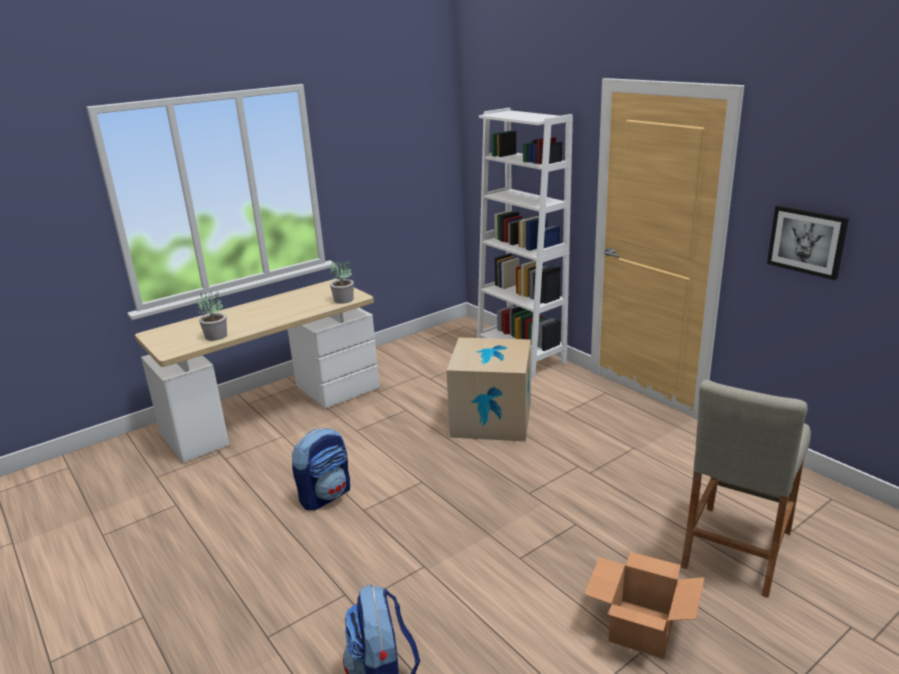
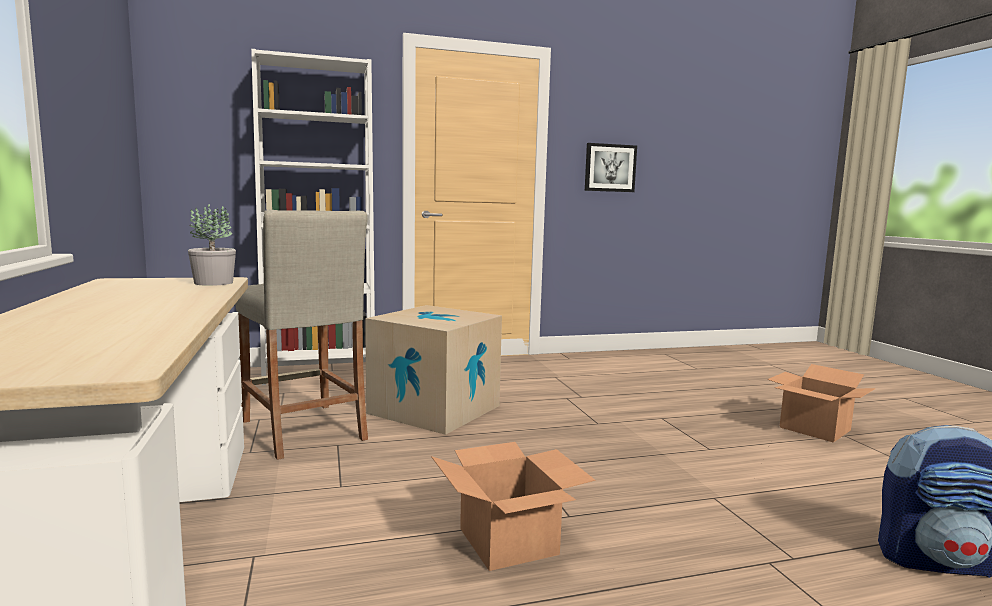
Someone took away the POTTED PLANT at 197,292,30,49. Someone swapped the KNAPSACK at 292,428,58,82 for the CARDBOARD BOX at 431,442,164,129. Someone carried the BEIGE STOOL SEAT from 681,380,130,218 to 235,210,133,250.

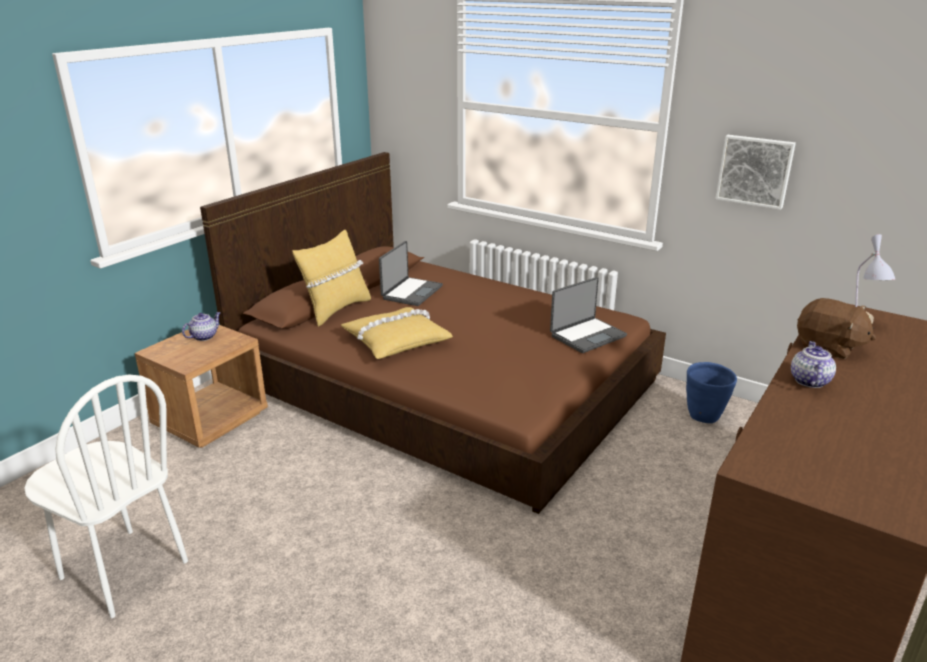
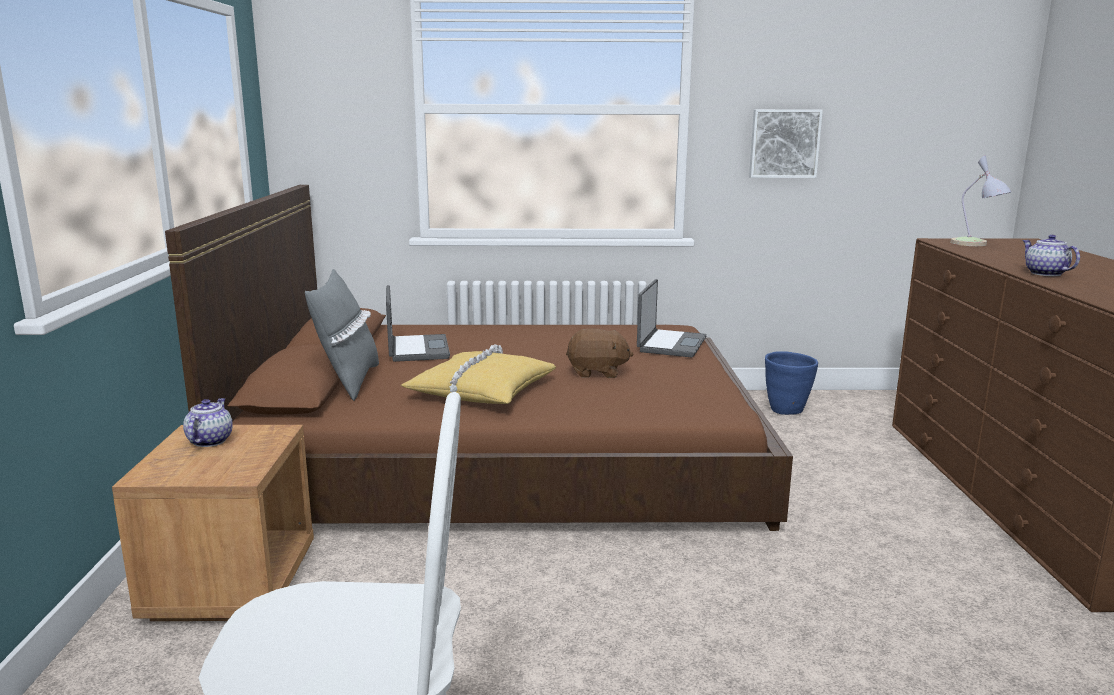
Someone repainted the YELLOW-COLOURED THROW PILLOW at 292,230,79,97, which became the GREY THROW PILLOW at 305,269,74,132. Someone carried the BROWNISH CUDDLY TOY from 797,298,79,61 to 566,329,67,49.

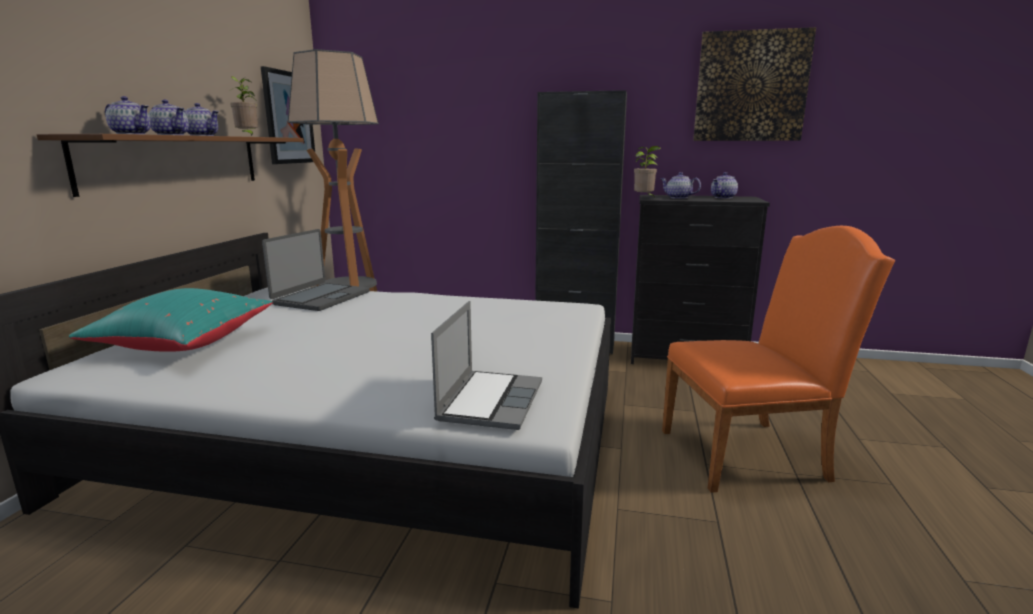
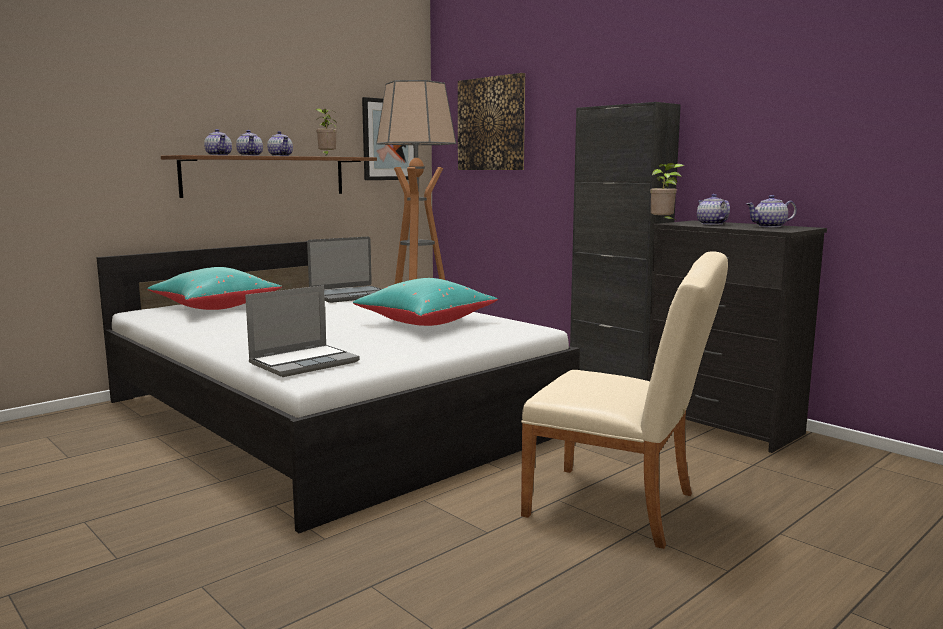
Someone repainted the ORANGEY UPRIGHT CHAIR at 662,226,233,267, which became the BEIGE UPRIGHT CHAIR at 521,251,207,298. Someone carried the WALL PICTURE from 693,27,123,114 to 458,73,67,97. Someone put down the TURQUOISE-COLOURED THROW PILLOW at 353,278,145,48.

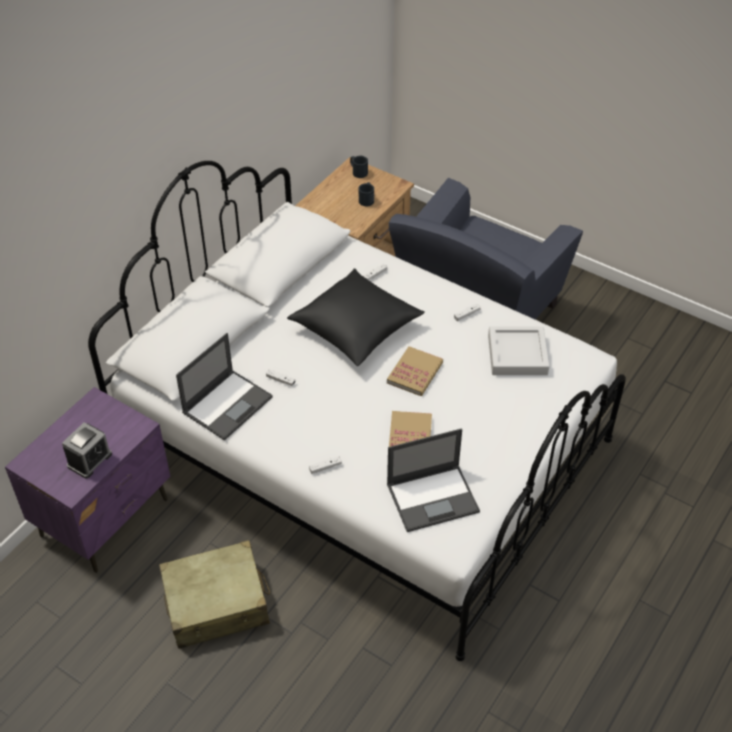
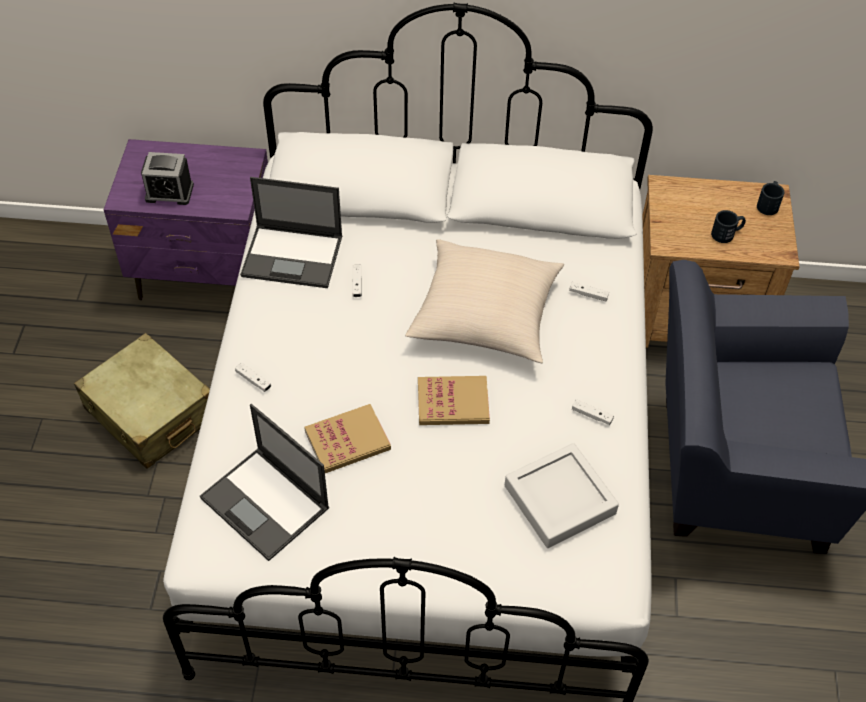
Someone repainted the BLACK-COLOURED THROW PILLOW at 287,268,138,98, which became the BEIGE THROW PILLOW at 405,239,159,124.

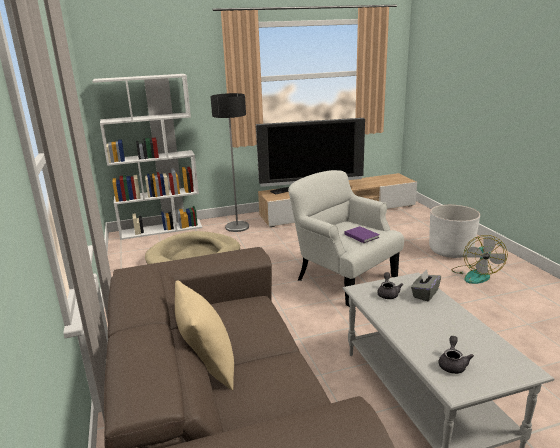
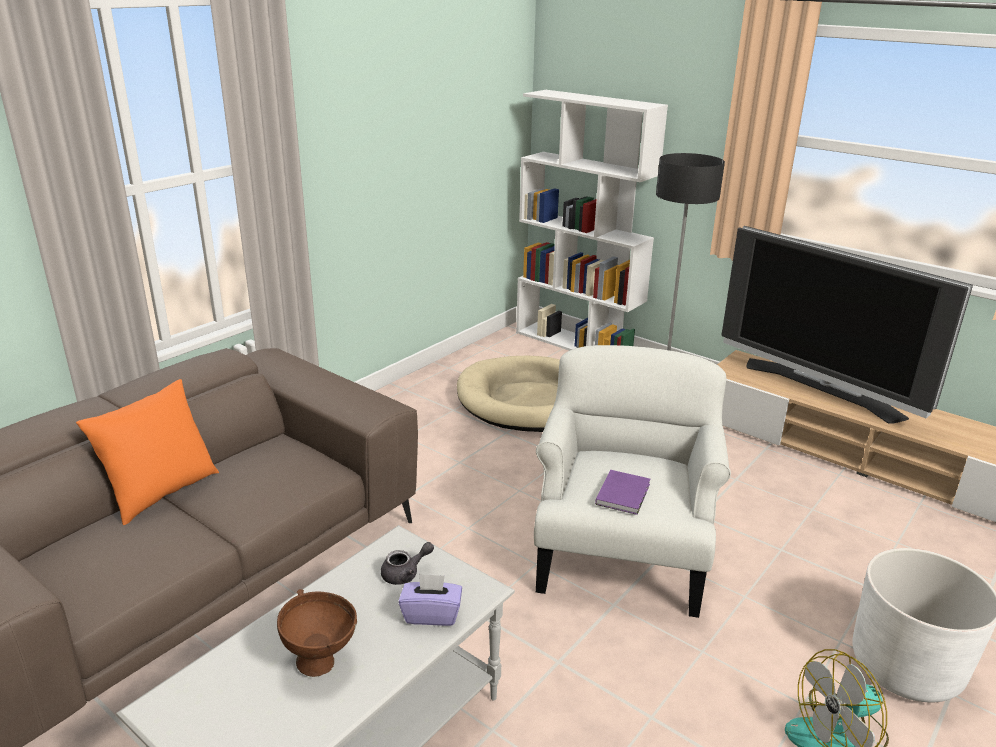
Someone repainted the BEIGE THROW PILLOW at 175,280,59,110, which became the ORANGEY THROW PILLOW at 76,379,143,146. Someone repainted the GREY BOX OF TISSUES at 411,269,30,32, which became the PURPLE-COLOURED BOX OF TISSUES at 398,573,64,53. Someone took away the GREY TEAPOT at 439,336,35,38. Someone put down the BROWNISH SERVING BOWL at 277,589,80,88.

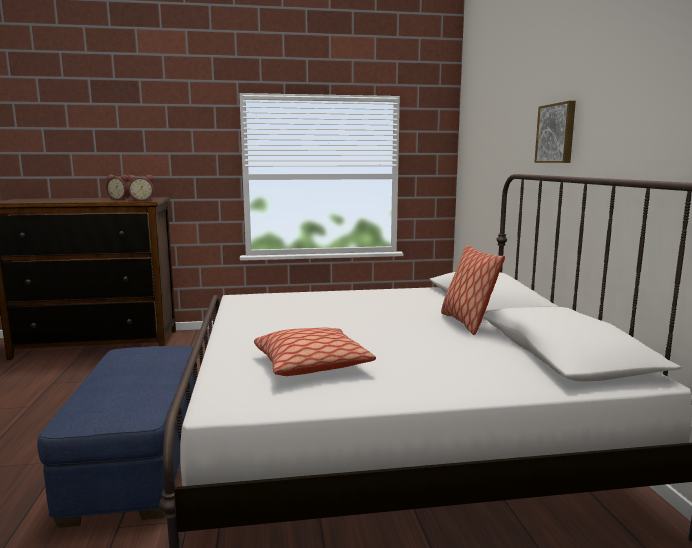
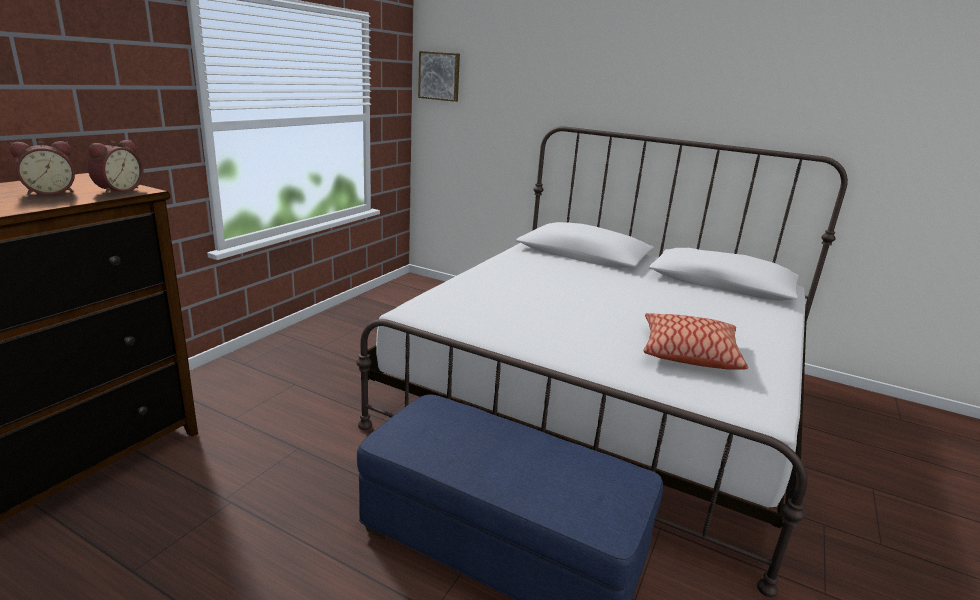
Someone took away the THROW PILLOW at 441,244,64,91. Someone carried the WALL PICTURE from 535,101,41,62 to 418,51,42,51.

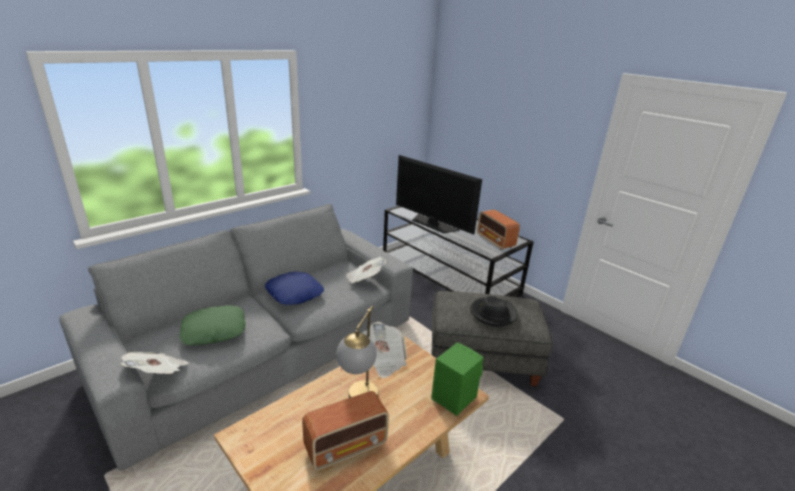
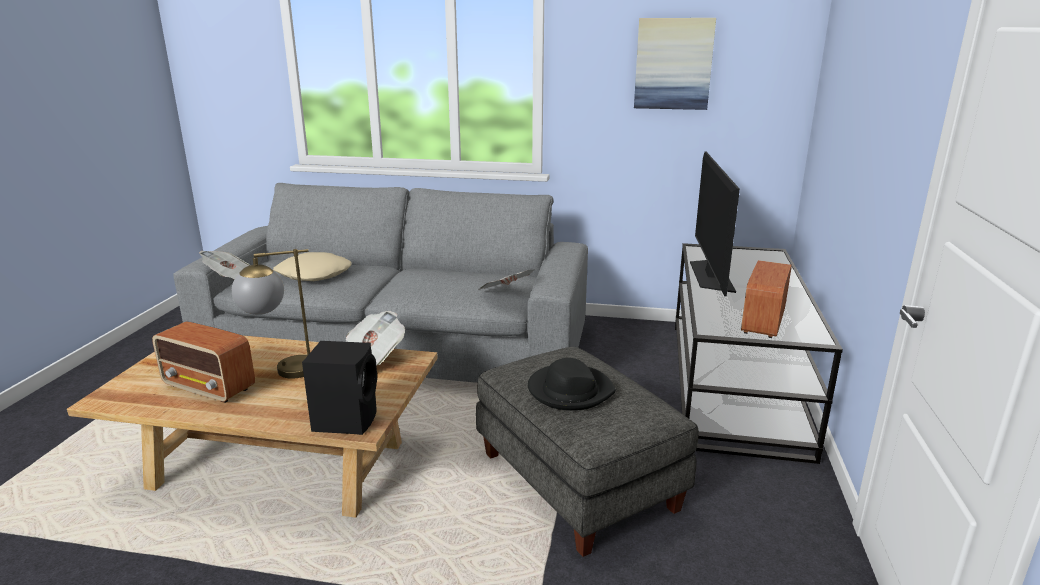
Someone repainted the GREEN-COLOURED THROW PILLOW at 179,305,67,40, which became the BEIGE THROW PILLOW at 273,252,79,29. Someone took away the BLUE-COLOURED THROW PILLOW at 265,272,59,33. Someone repainted the GREEN-COLOURED AUDIO SPEAKER at 431,343,53,73, which became the BLACK-COLOURED AUDIO SPEAKER at 302,341,75,94. Someone put up the WALL PICTURE at 634,18,82,92.

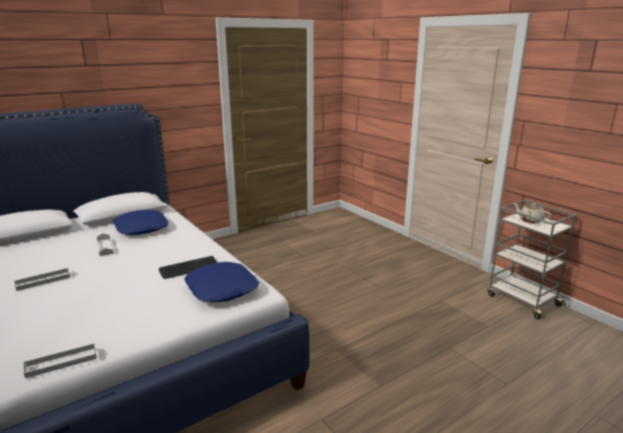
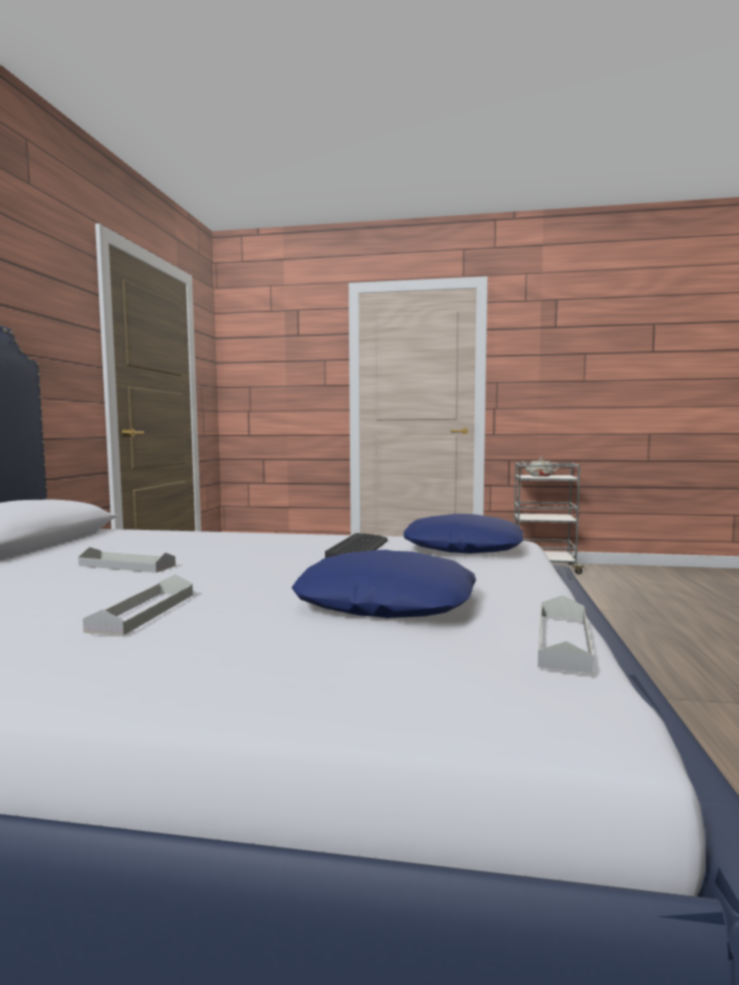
Someone carried the BLUE-COLOURED THROW PILLOW from 113,210,56,25 to 291,550,185,68.

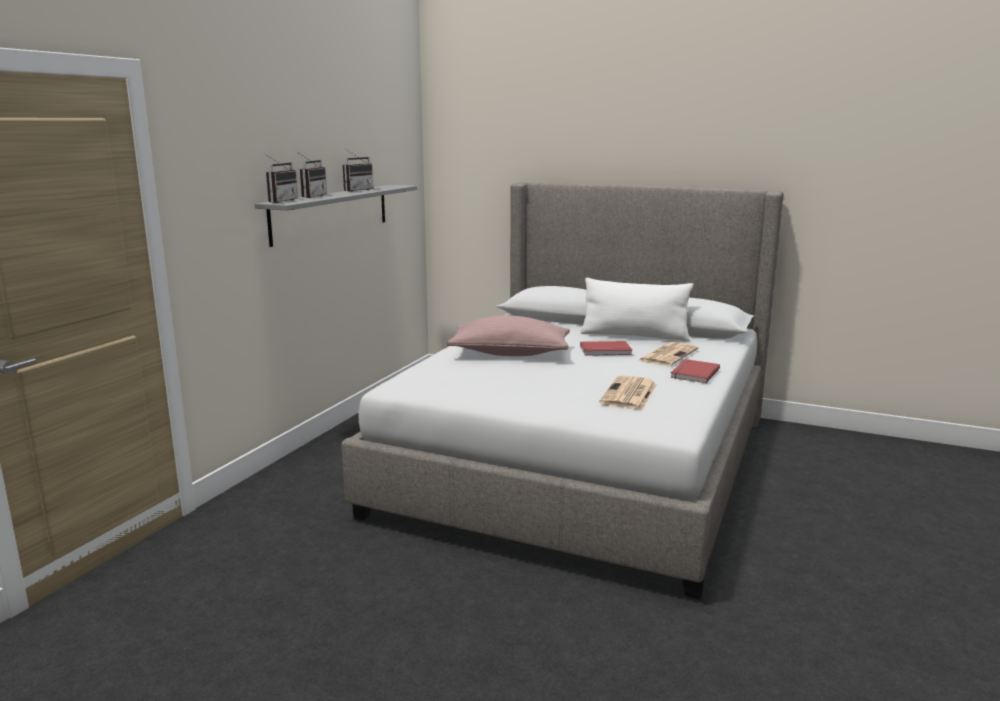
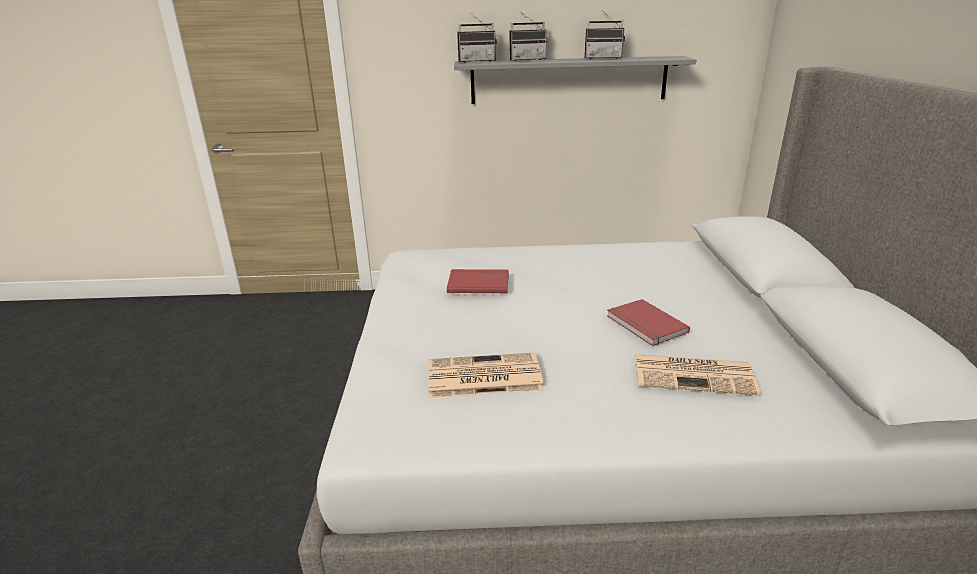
Someone took away the PINKISH THROW PILLOW at 447,316,123,40. Someone took away the WHITE-COLOURED THROW PILLOW at 580,278,113,63. Someone carried the RED BOOK from 670,359,50,24 to 447,269,62,24.

